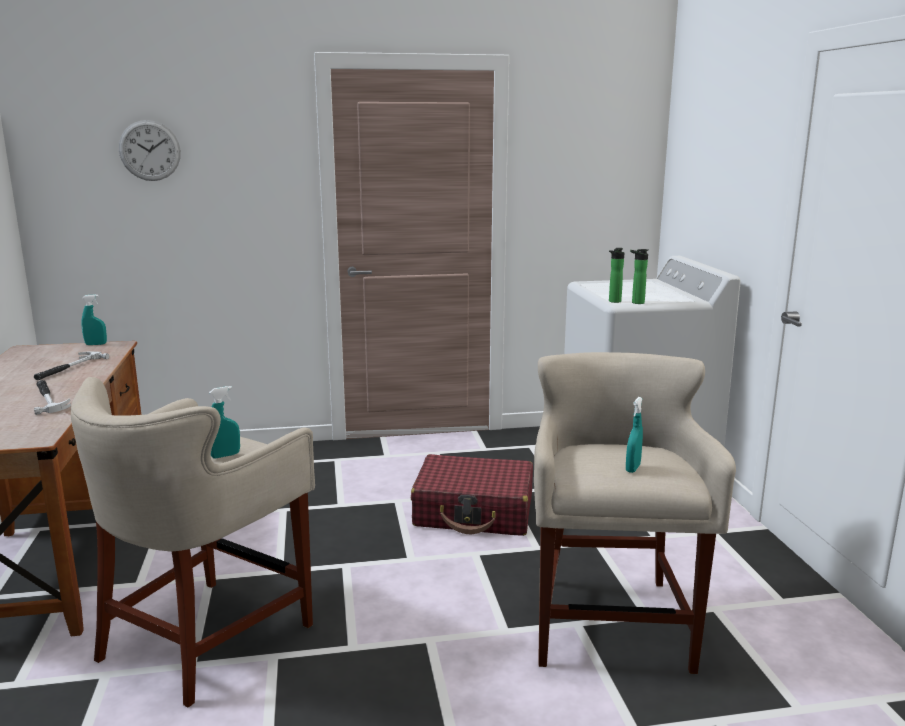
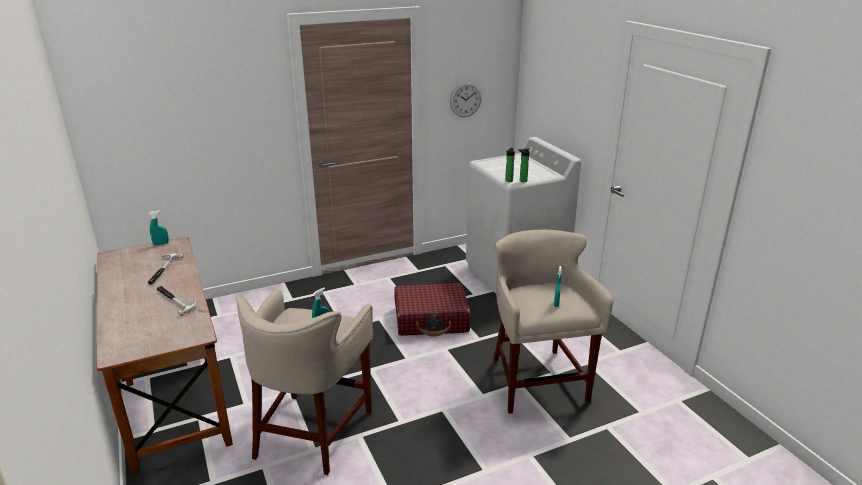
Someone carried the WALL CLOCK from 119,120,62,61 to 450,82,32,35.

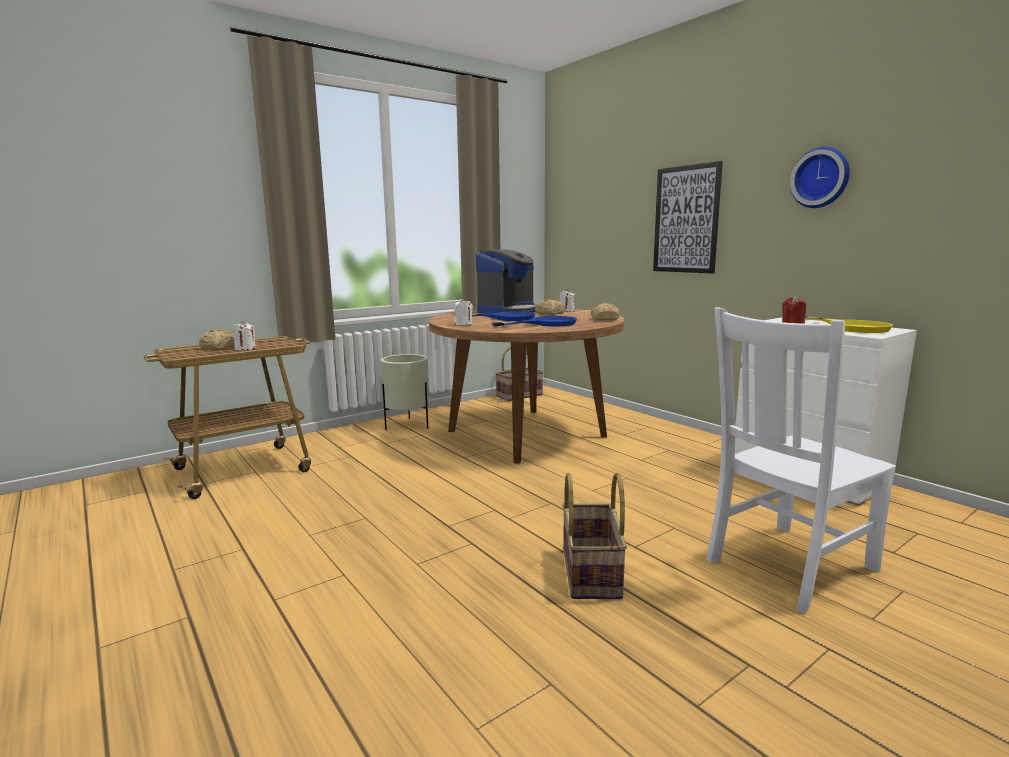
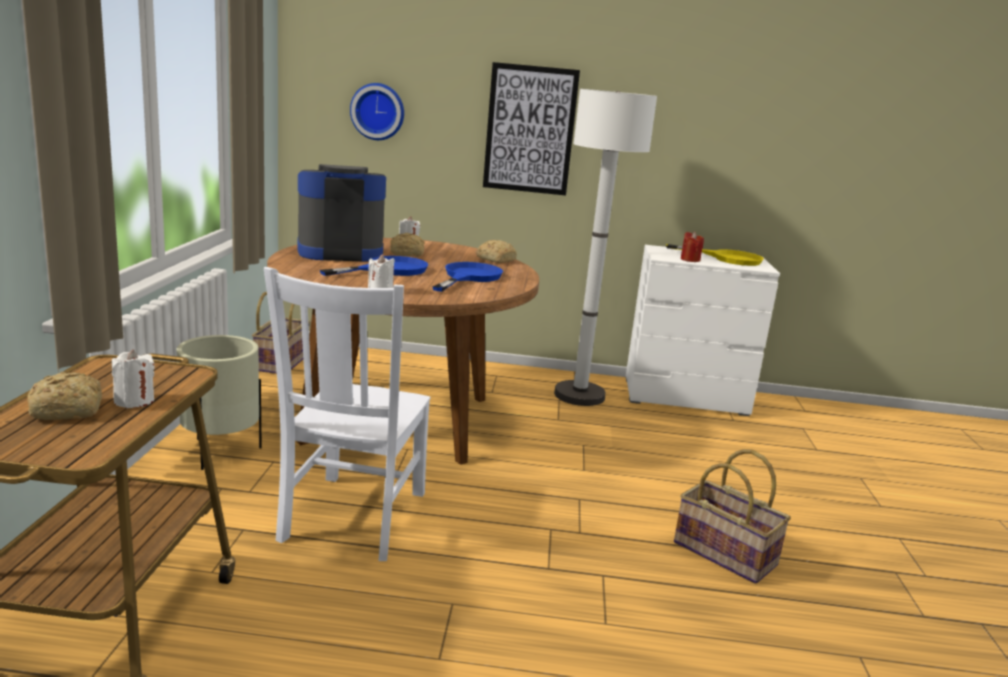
Someone rotated the COFFEE MAKER at 476,249,60,65 by 90 degrees counterclockwise. Someone carried the WHITE-COLOURED UPRIGHT CHAIR from 706,307,190,306 to 264,267,166,294. Someone carried the WALL CLOCK from 790,147,60,61 to 350,83,54,57. Someone put down the WHITE-COLOURED STANDING LAMP at 554,89,103,317.

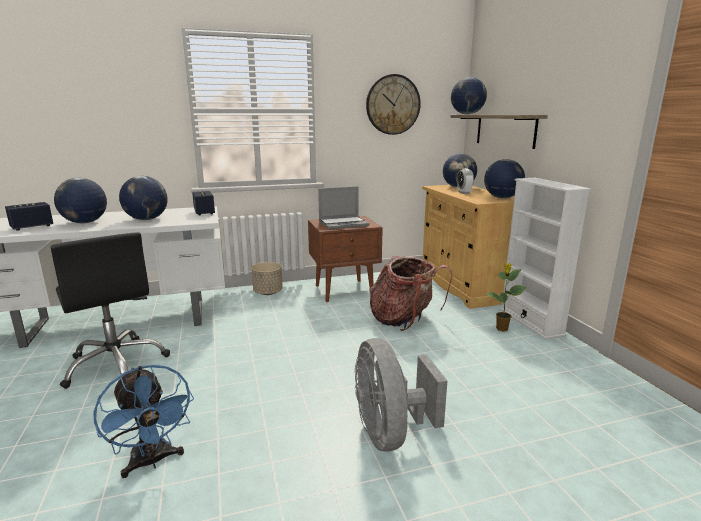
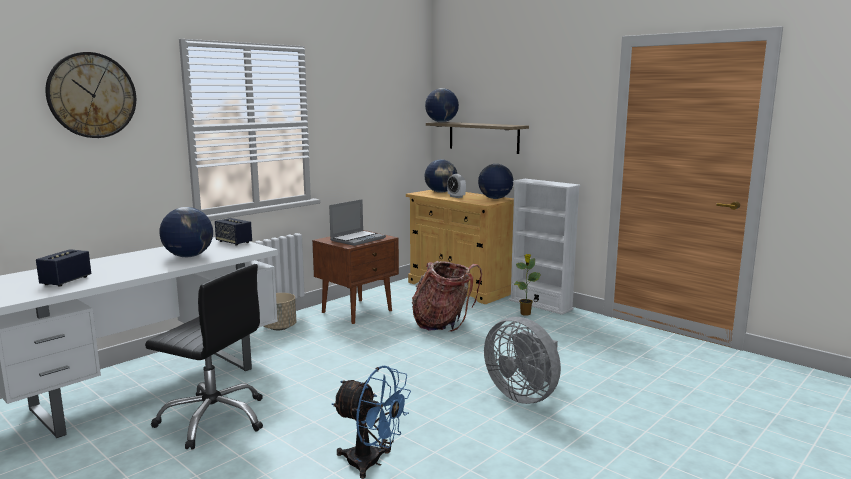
Someone took away the DESK GLOBE at 54,178,53,46. Someone carried the WALL CLOCK from 366,74,55,61 to 46,52,90,86.

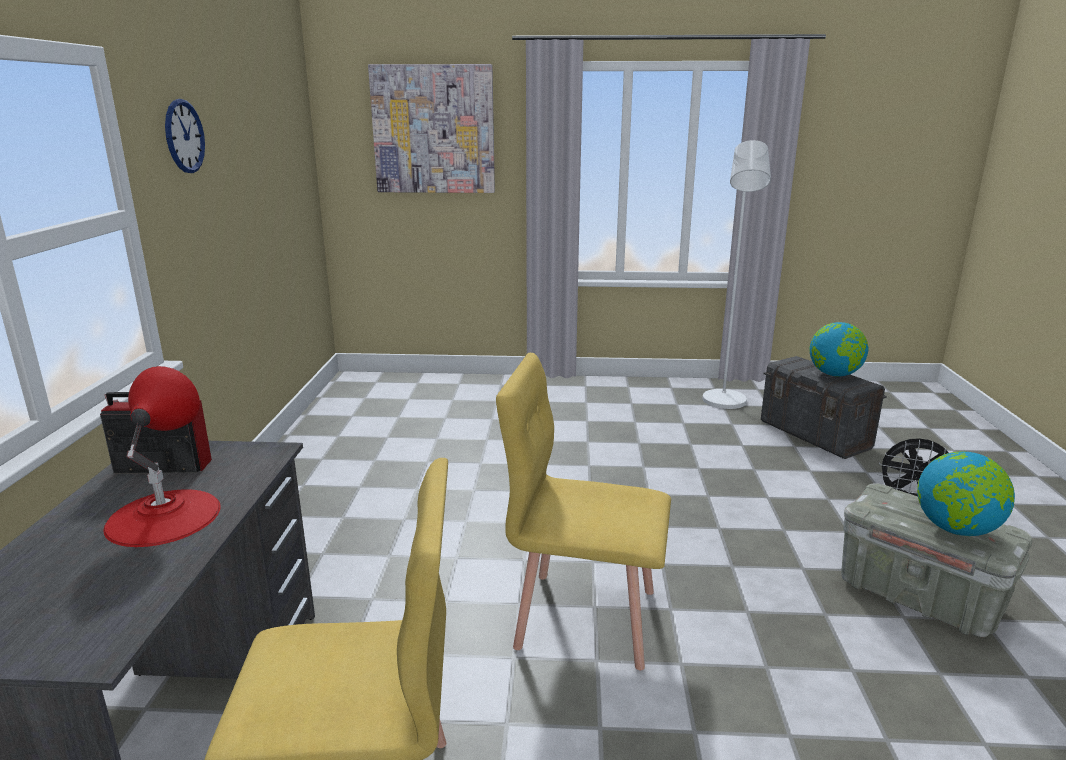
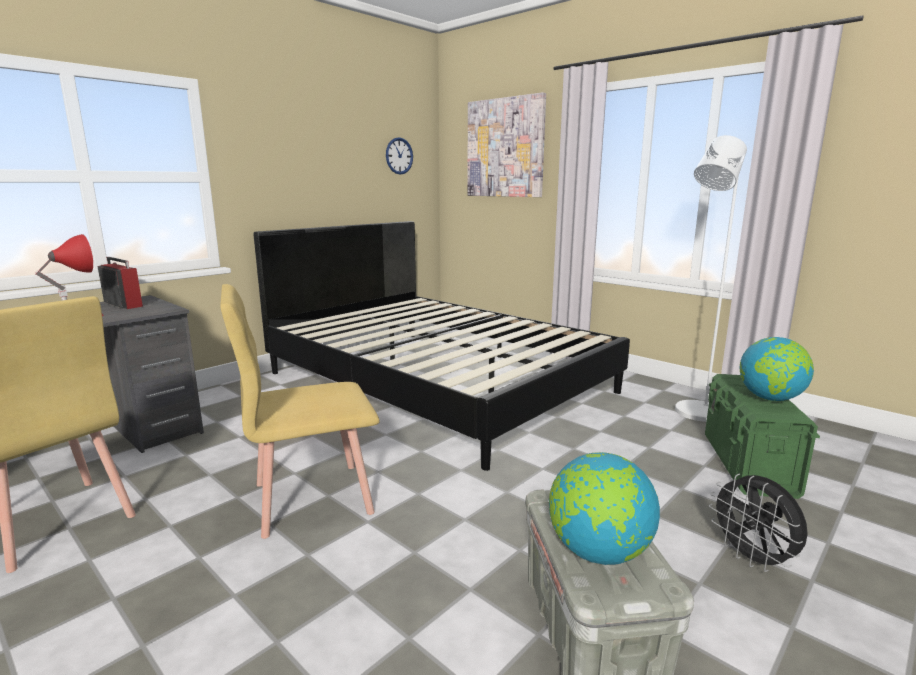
Someone carried the WALL CLOCK from 165,99,40,74 to 386,137,27,37. Someone rotated the YELLOW-COLOURED UPRIGHT CHAIR at 496,353,175,317 by 75 degrees counterclockwise. Someone repainted the GREY STORAGE CONTAINER at 761,356,126,103, which became the GREEN-COLOURED STORAGE CONTAINER at 705,374,115,125. Someone put down the BLACK-COLOURED BED at 254,221,376,250.

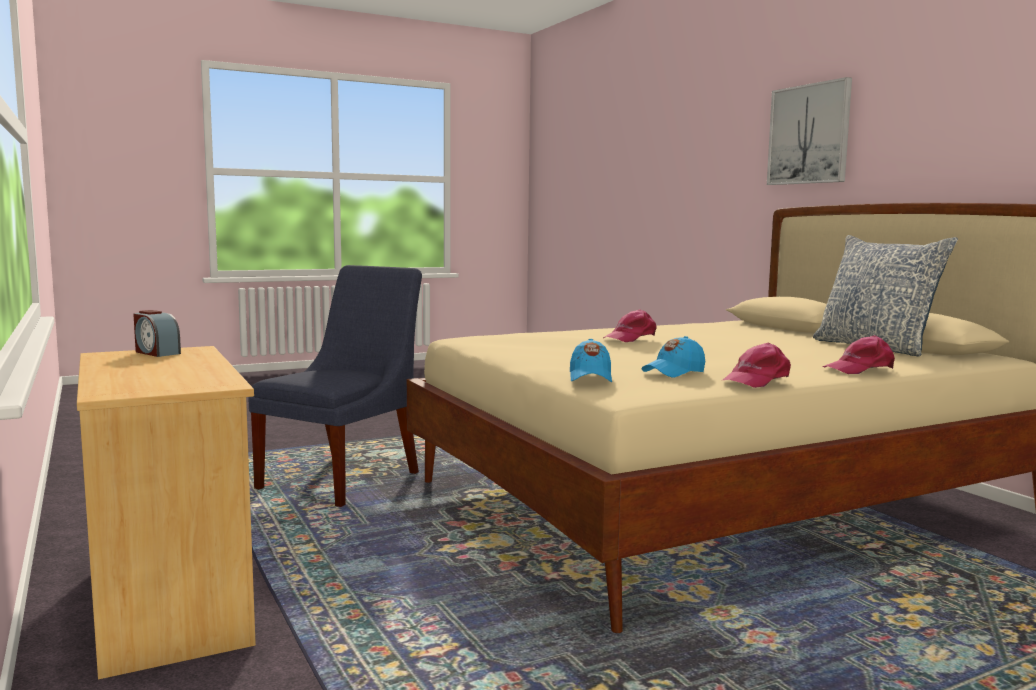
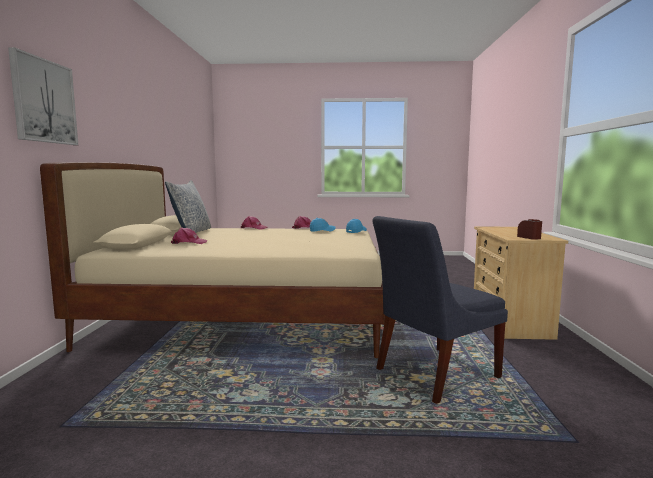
Someone carried the PINKISH PEAKED CAP from 603,309,53,33 to 171,227,37,17.

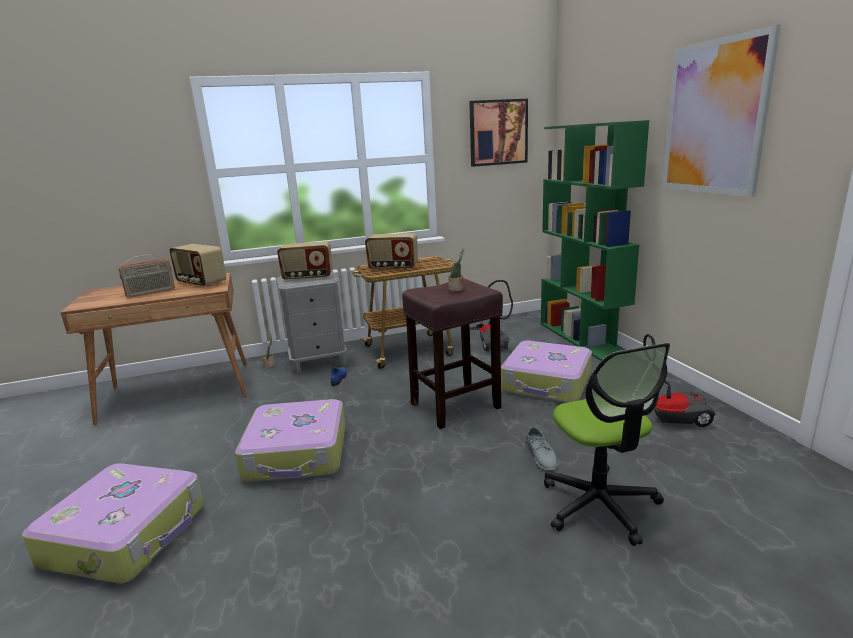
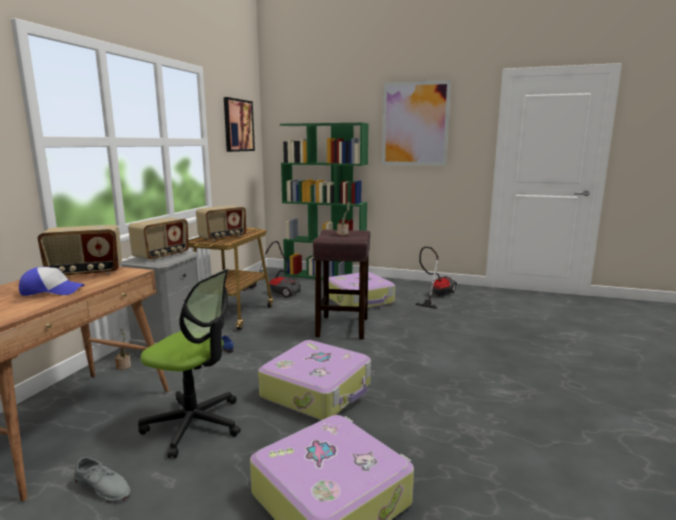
Someone swapped the RADIO RECEIVER at 118,255,57,43 for the PEAKED CAP at 19,267,65,29. Someone carried the GREY ITEM OF FOOTWEAR from 526,427,31,45 to 74,457,57,46. Someone carried the COMPUTER CHAIR from 544,343,126,203 to 138,269,103,189.

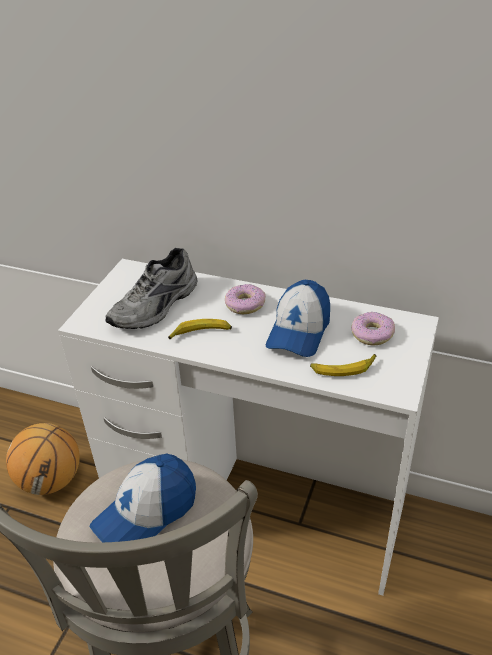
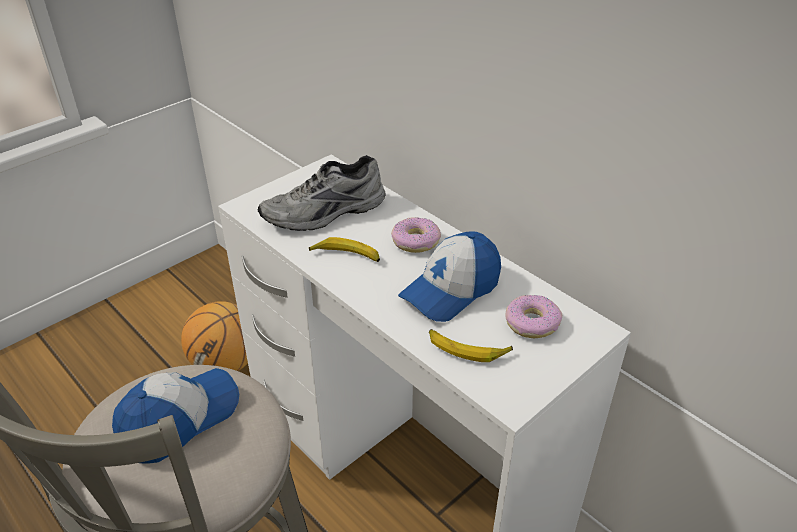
Someone rotated the PEAKED CAP at 90,454,106,88 by 150 degrees clockwise.

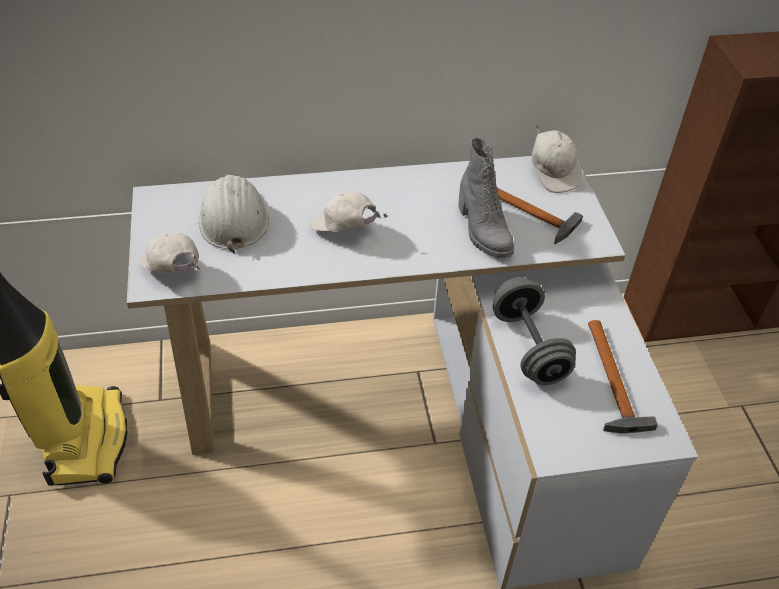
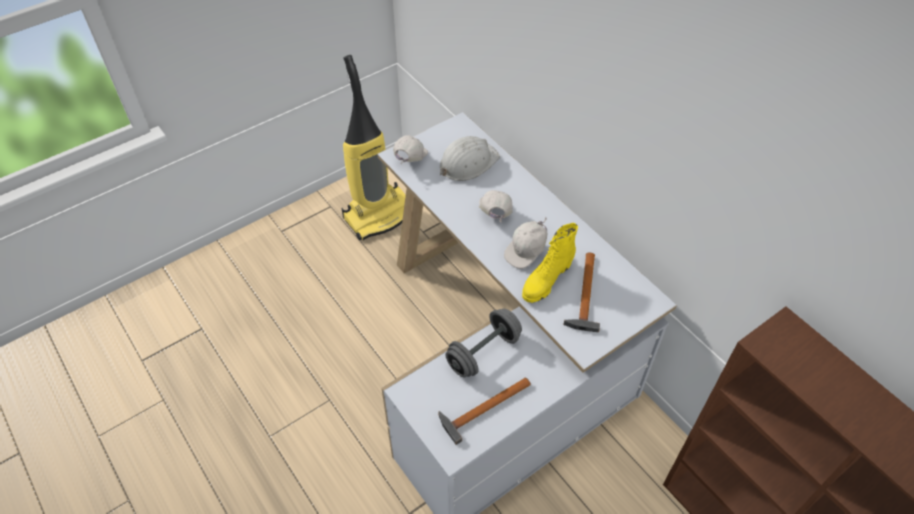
Someone repainted the GREY BOOT at 459,138,55,120, which became the YELLOW-COLOURED BOOT at 522,223,56,80. Someone carried the WHITE-COLOURED PEAKED CAP from 532,124,51,69 to 504,217,43,52.

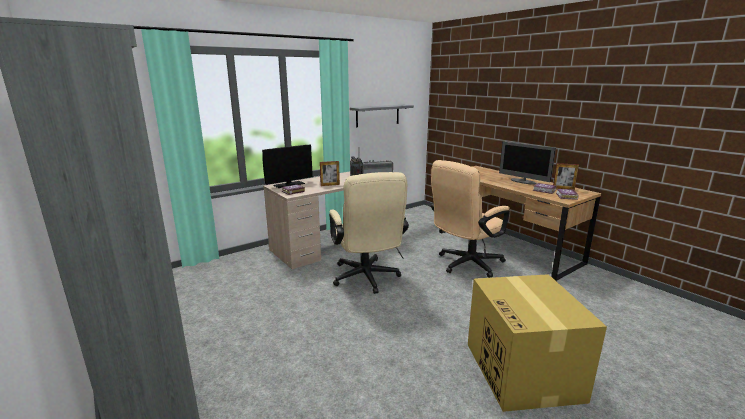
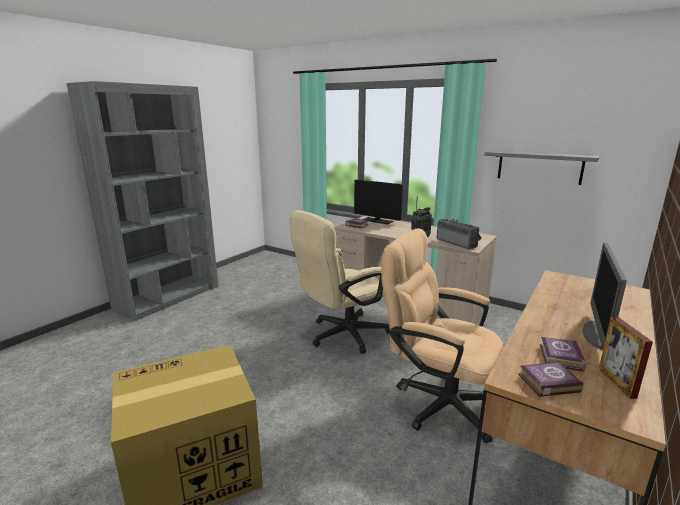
Someone took away the PHOTO FRAME at 320,161,20,25.

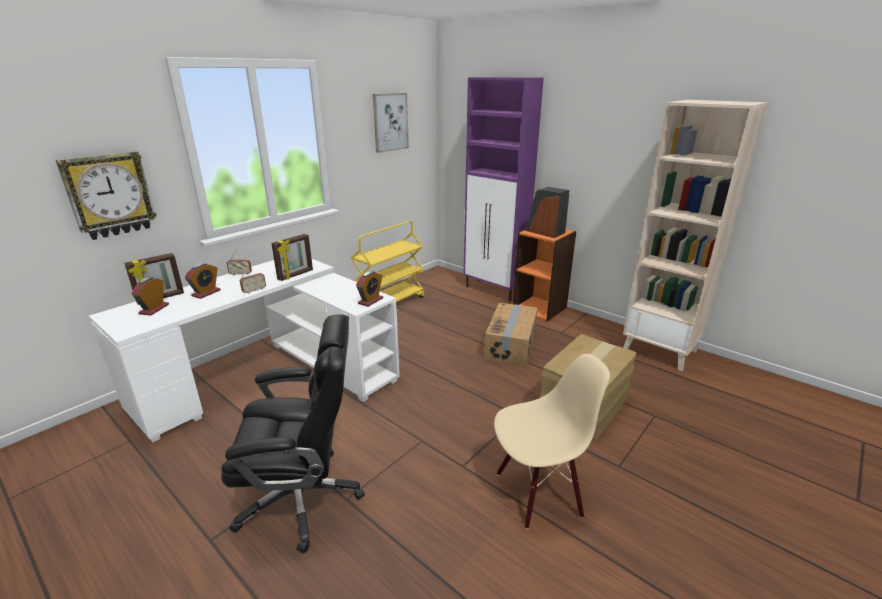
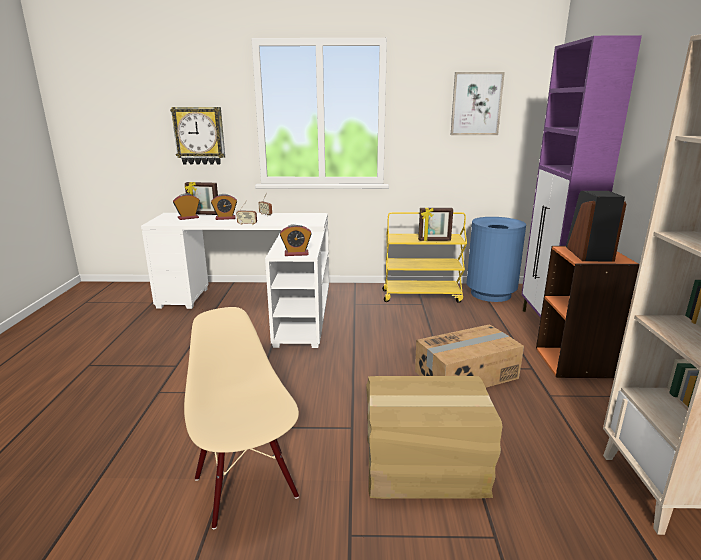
Someone took away the BLACK-COLOURED COMPUTER CHAIR at 221,314,144,239. Someone carried the PHOTO FRAME from 271,234,42,47 to 418,208,35,33. Someone rotated the BEIGE UPRIGHT CHAIR at 494,354,116,175 by 150 degrees counterclockwise. Someone put down the BLUE-COLOURED RUBBISH BIN at 467,217,59,85.

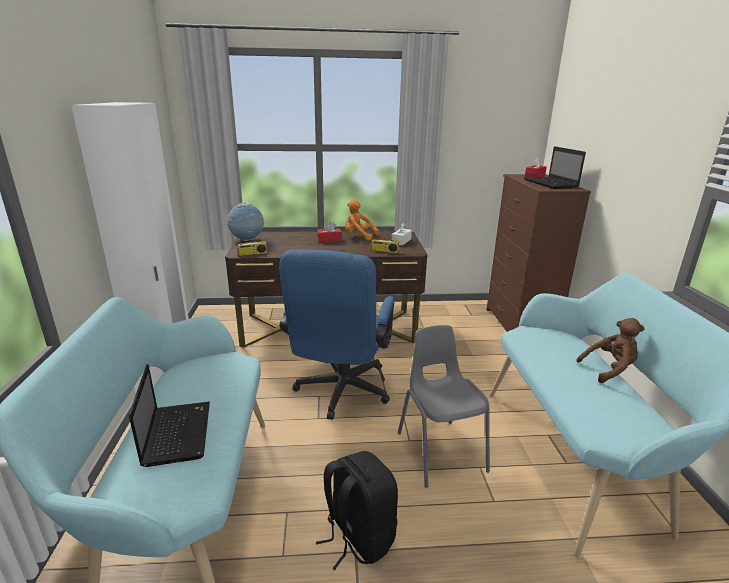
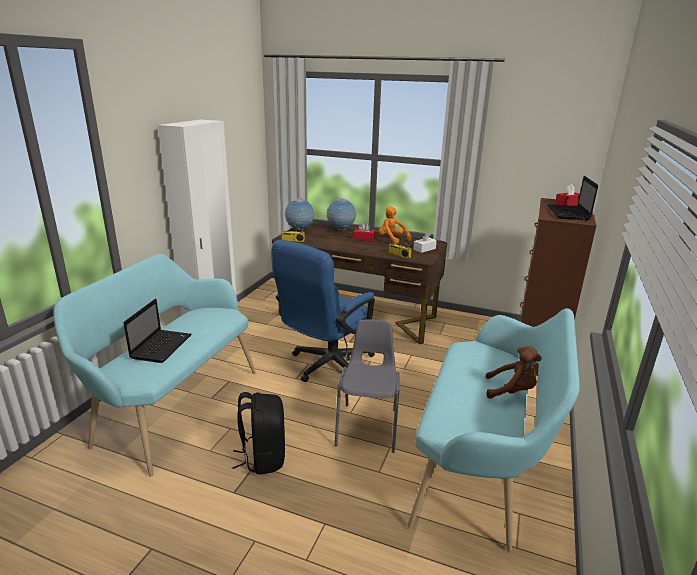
Someone put down the DESK GLOBE at 327,199,29,32.

